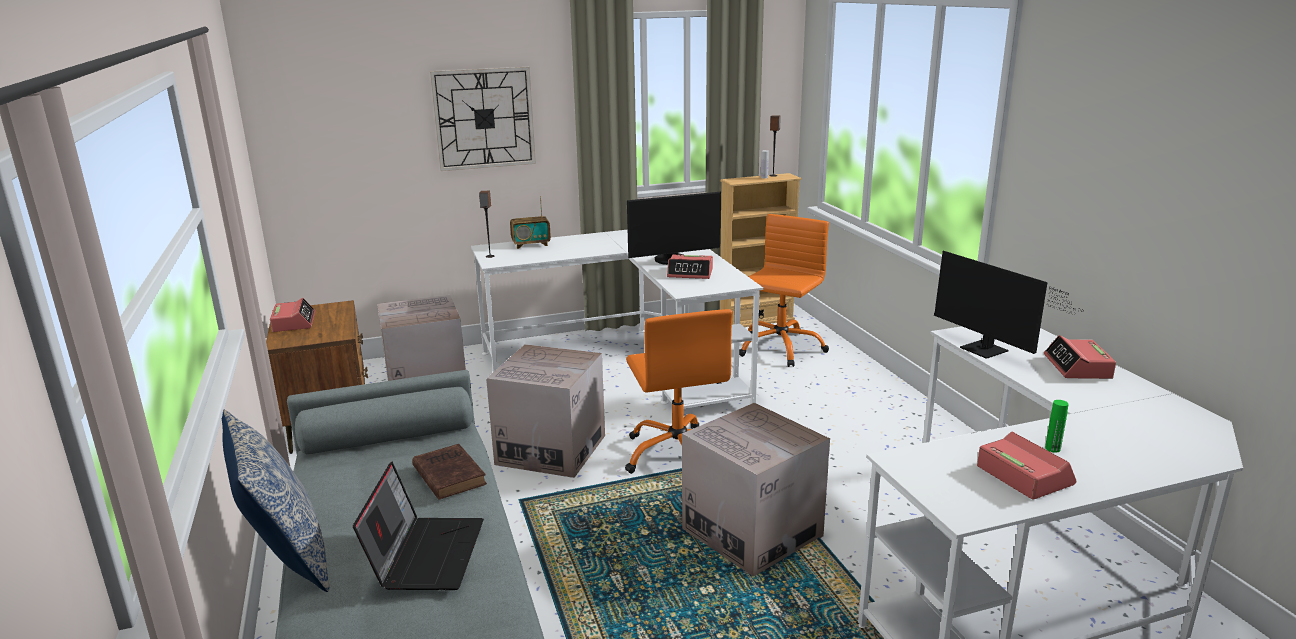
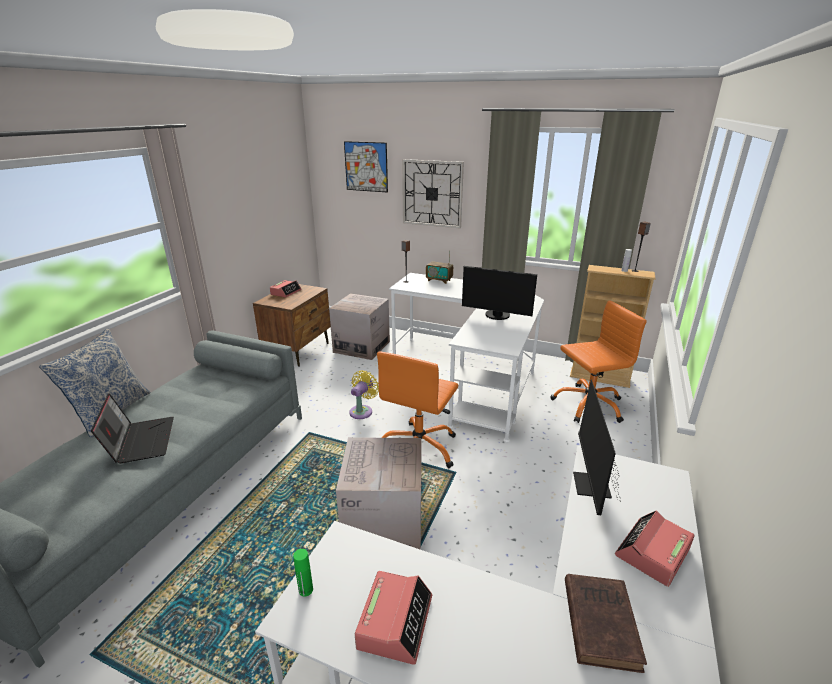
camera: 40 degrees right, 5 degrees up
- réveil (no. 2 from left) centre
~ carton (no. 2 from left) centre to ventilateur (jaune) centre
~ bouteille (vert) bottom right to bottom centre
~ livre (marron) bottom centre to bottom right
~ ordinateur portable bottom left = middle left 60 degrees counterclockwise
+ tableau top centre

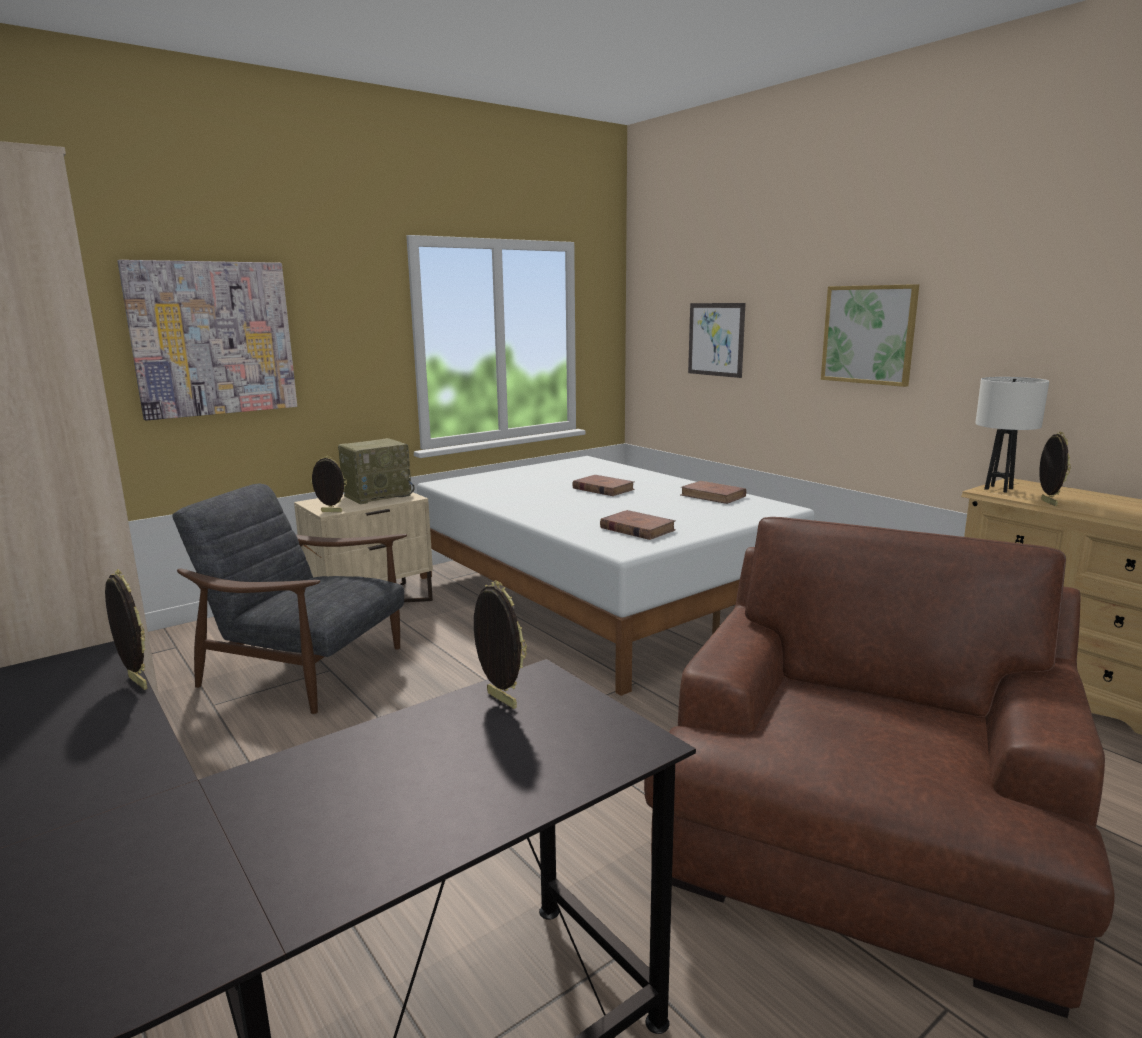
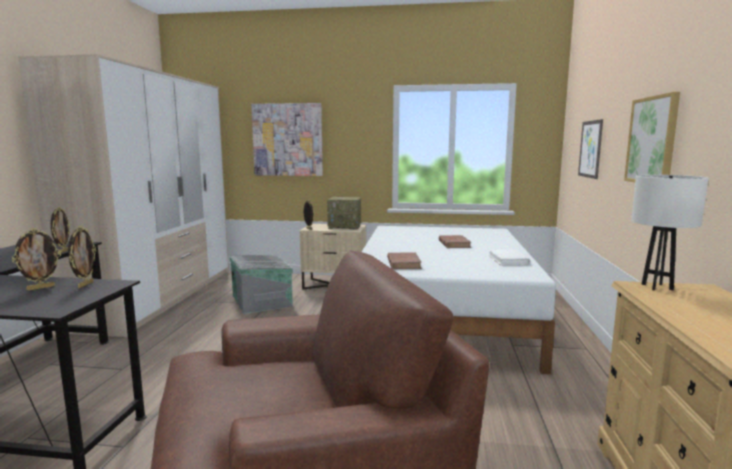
camera: 45 degrees right, 5 degrees down
~ cadre photo (no. 4 from left in the first image) middle right to cadre photo (no. 1 from left) middle left
~ livre (marron) (no. 3 from left) centre to livre (blanc) middle right
~ fauteuil (gris) middle left to boîte de rangement (gris) centre

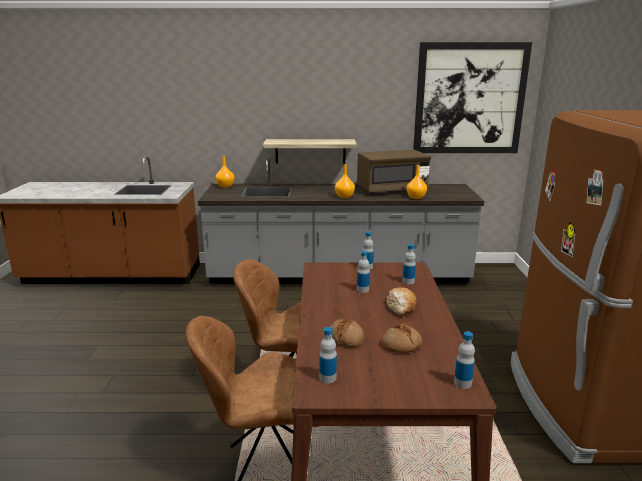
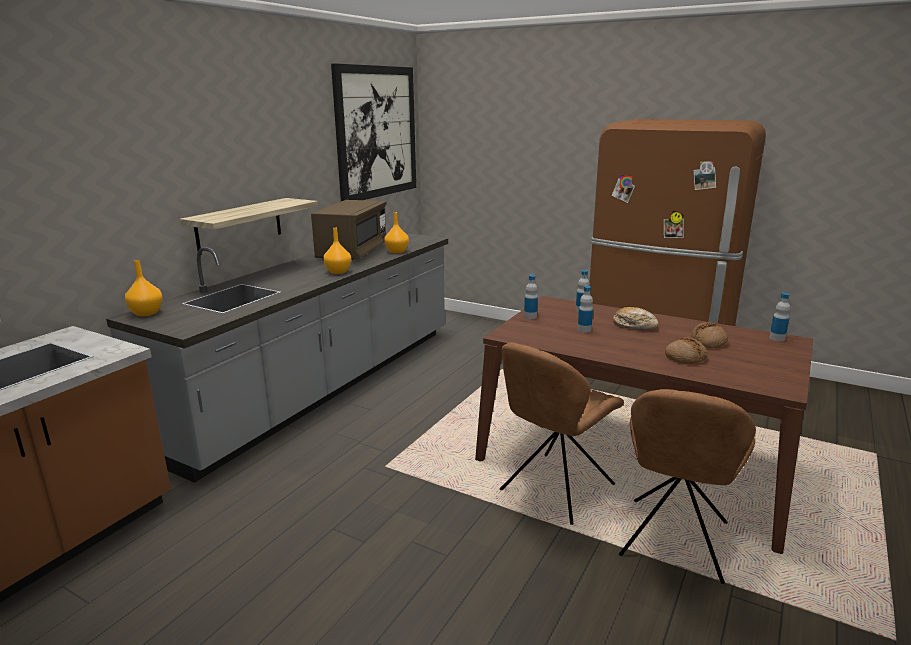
camera: 60 degrees left, 0 degrees up
- bouteille (no. 1 from left) bottom centre

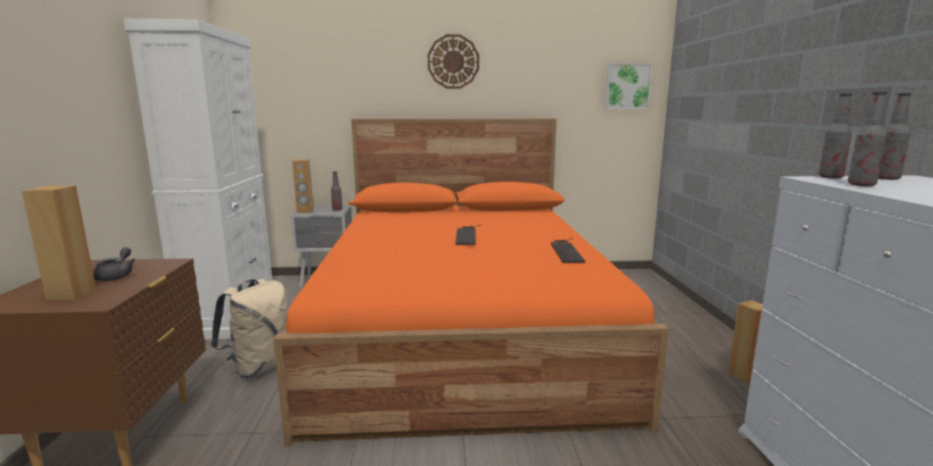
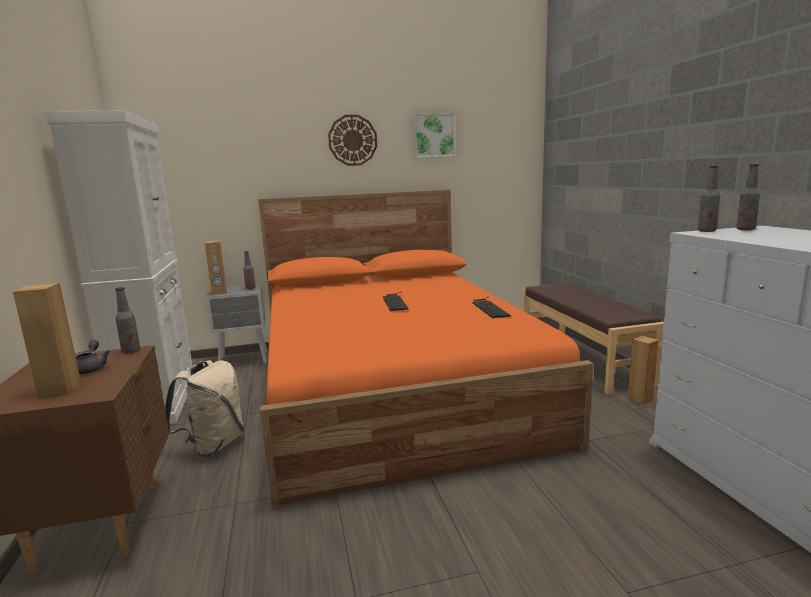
camera: 10 degrees left, 0 degrees up
~ tableau top right to top centre
~ bouteille (no. 3 from left in the first image) top right to bouteille (no. 1 from left) middle left
+ banc (marron) middle right

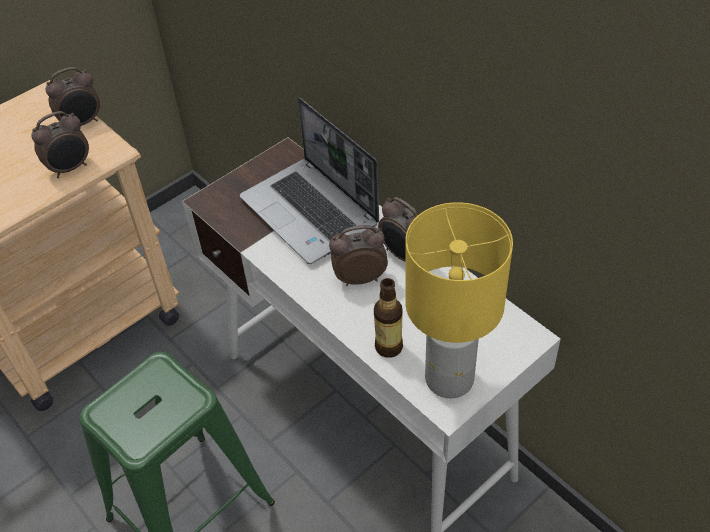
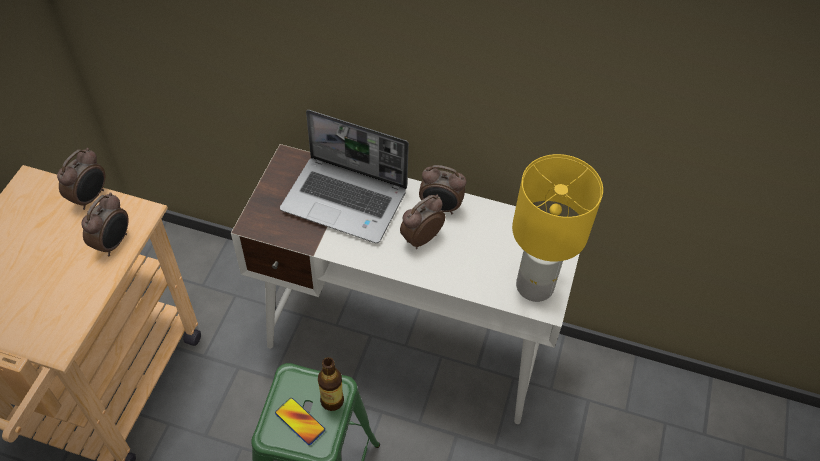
camera: 35 degrees left, 5 degrees up
~ bouteille centre to bottom centre
+ téléphone bottom centre

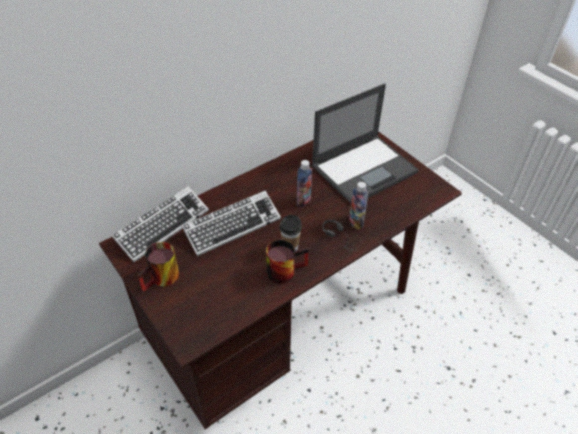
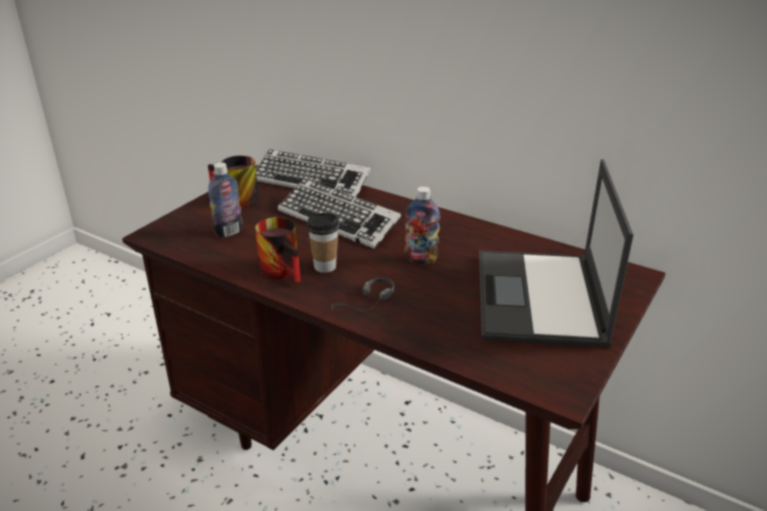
camera: 70 degrees right, 15 degrees down
~ ordinateur portable top centre = middle right 60 degrees clockwise
~ bouteille (no. 2 from left in the first image) centre to bouteille (no. 1 from left) middle left

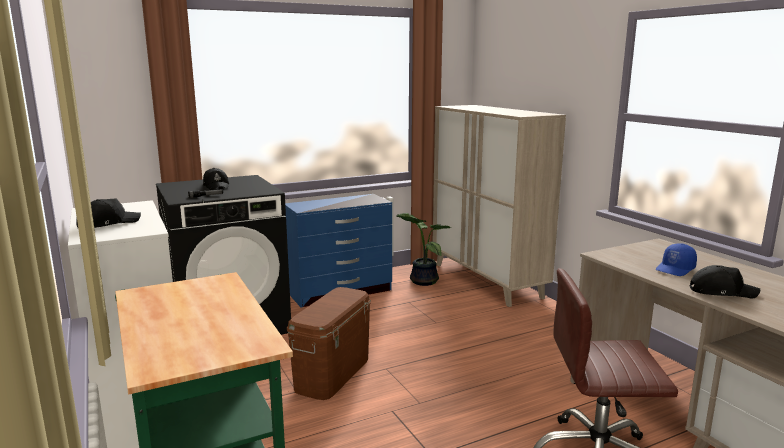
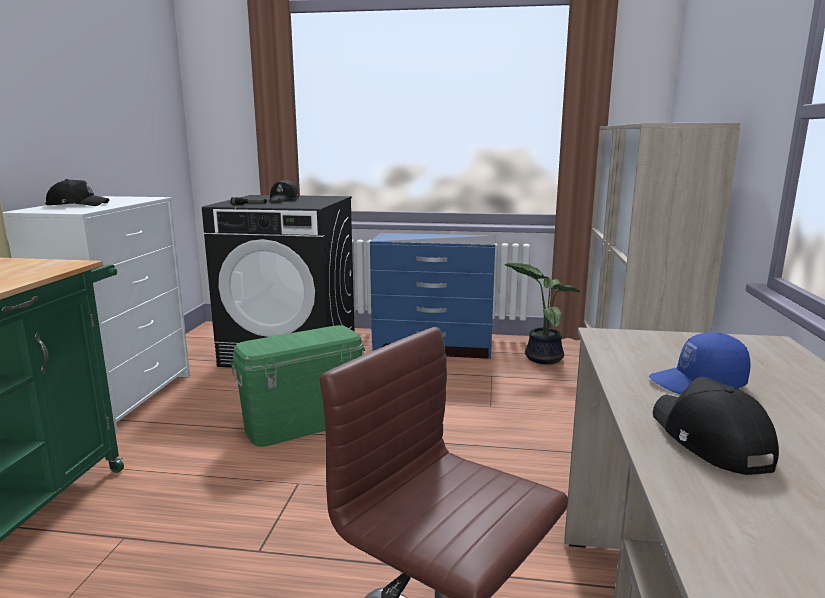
camera: 35 degrees right, 0 degrees up
~ casquette (noir) (no. 3 from left) middle right = bottom right 150 degrees counterclockwise
~ boîte de rangement (marron) bottom centre to boîte de rangement (vert) centre

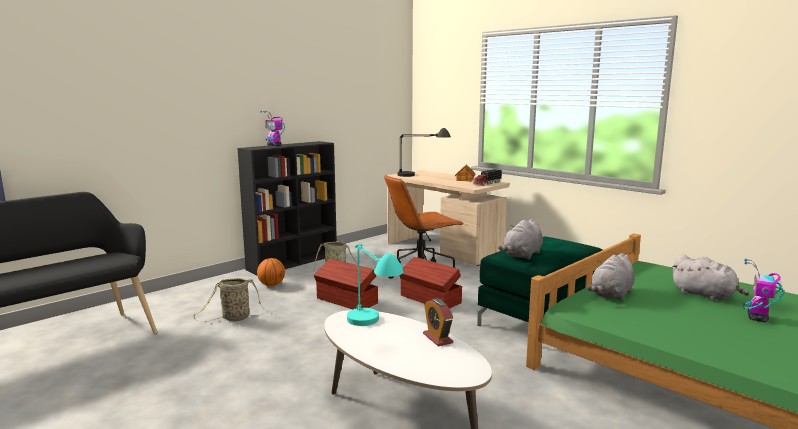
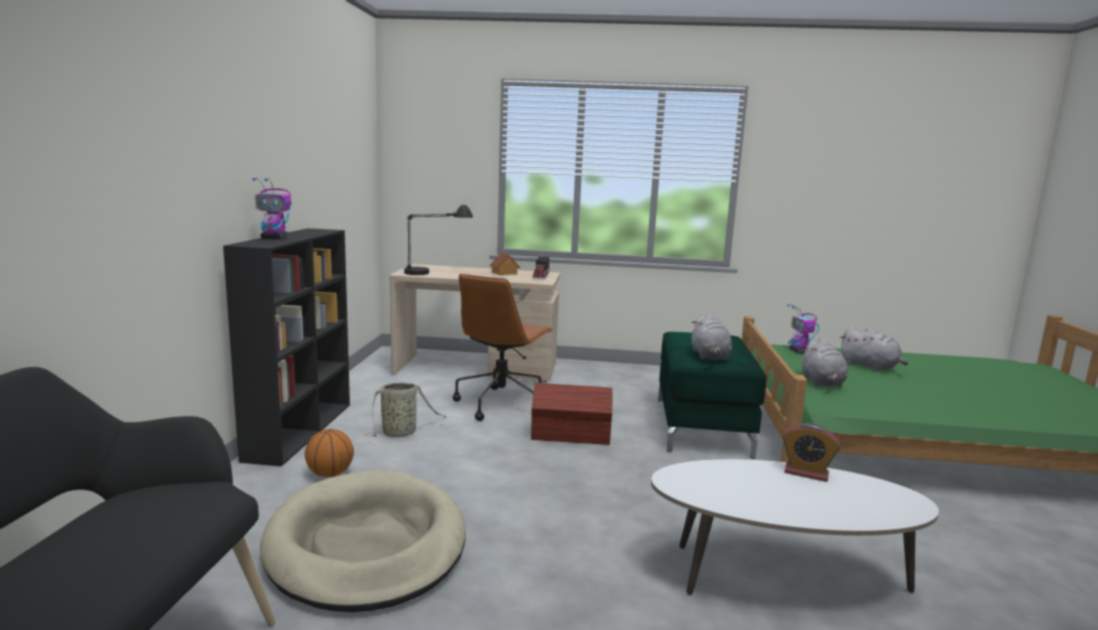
camera: 40 degrees left, 0 degrees up
- lampe de table (turquoise) centre
~ peluche (gris) (no. 3 from left) middle right = middle right 45 degrees clockwise
- boîte de rangement (marron) (no. 1 from left) centre
~ robot jouet (no. 2 from left) bottom right to middle right
~ panier (no. 1 from left) bottom left to panier pour chien (beige) bottom left

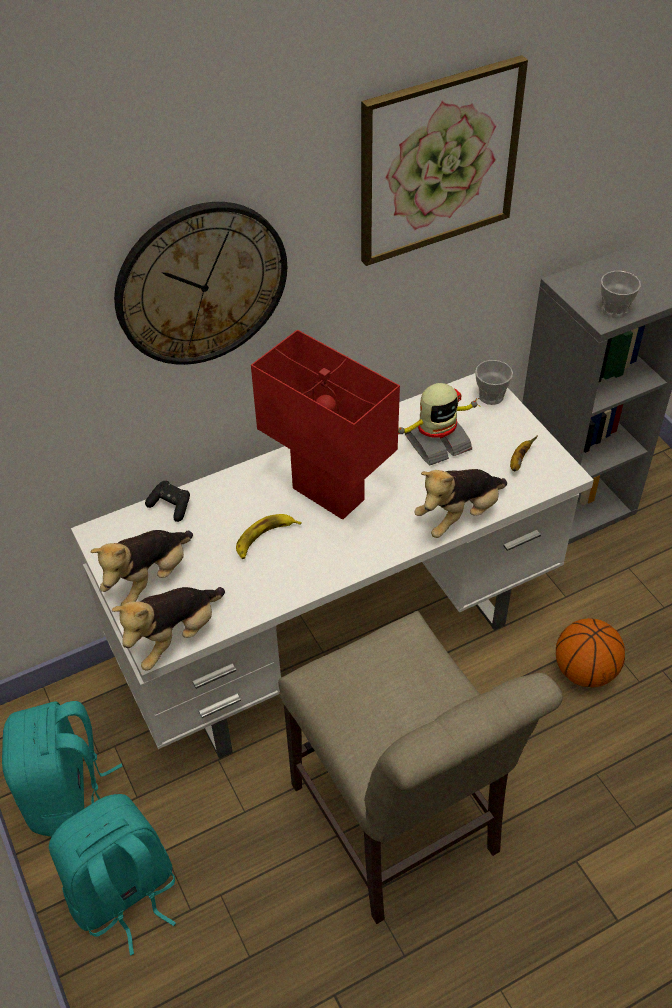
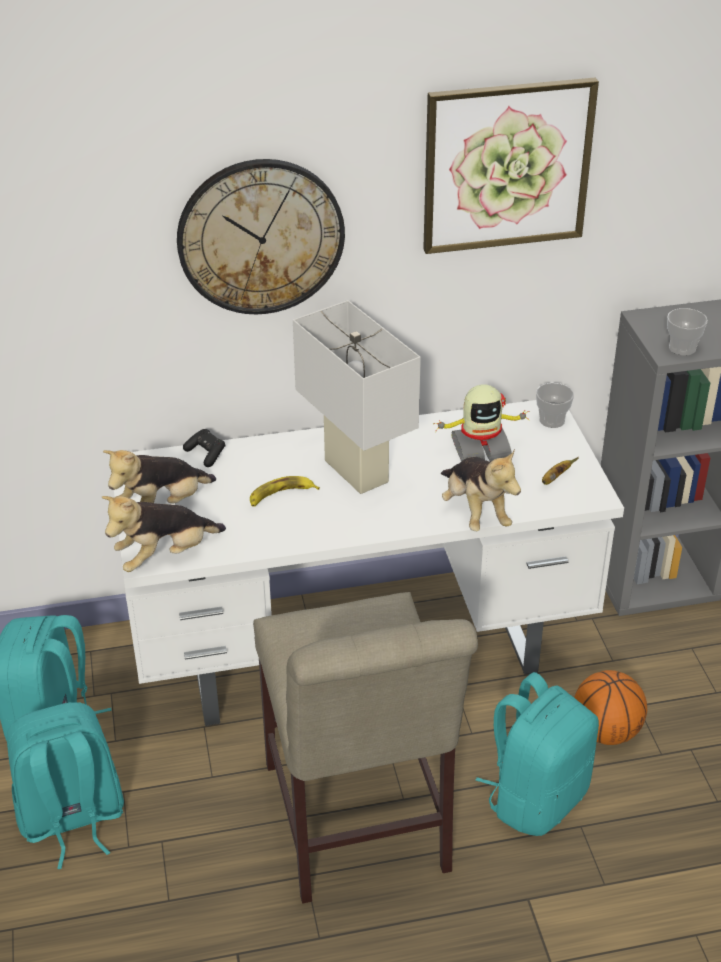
camera: 15 degrees right, 10 degrees down
~ lampe de table (rouge) centre to lampe de table (blanc) centre
~ peluche (no. 3 from left) middle right = middle right 90 degrees counterclockwise
+ sac à dos (turquoise) (no. 3 from left) bottom right

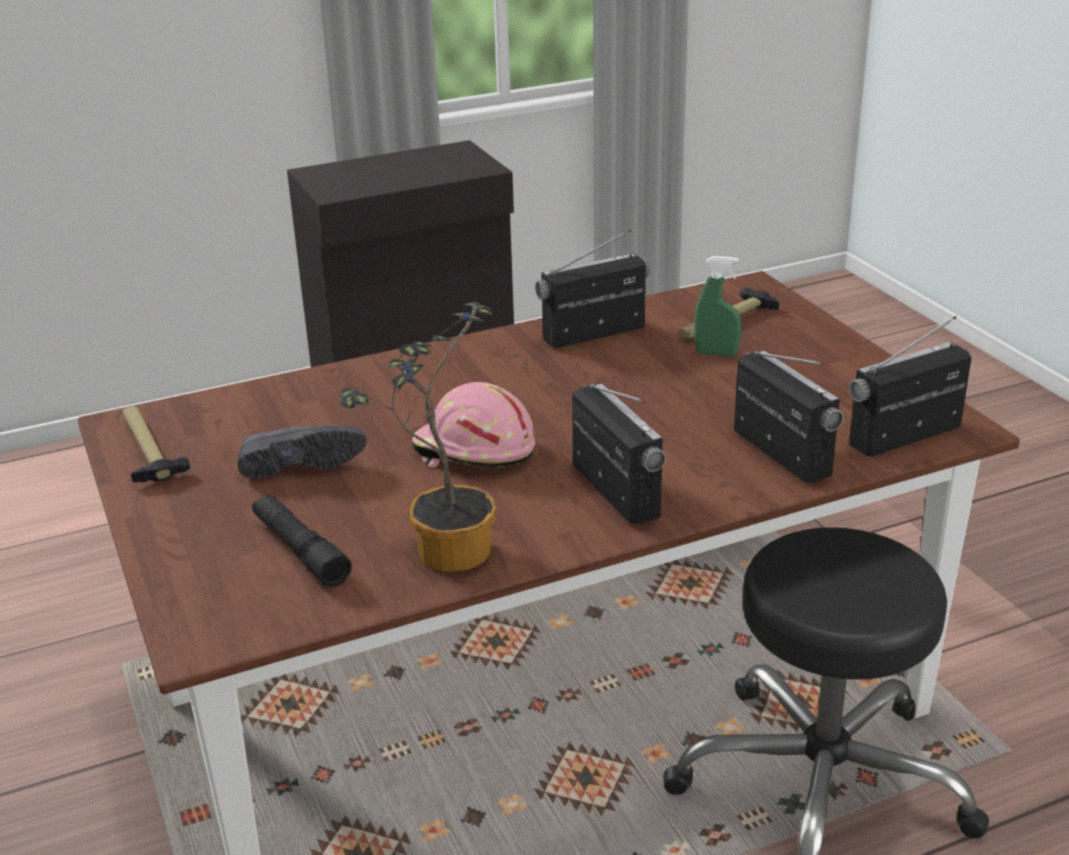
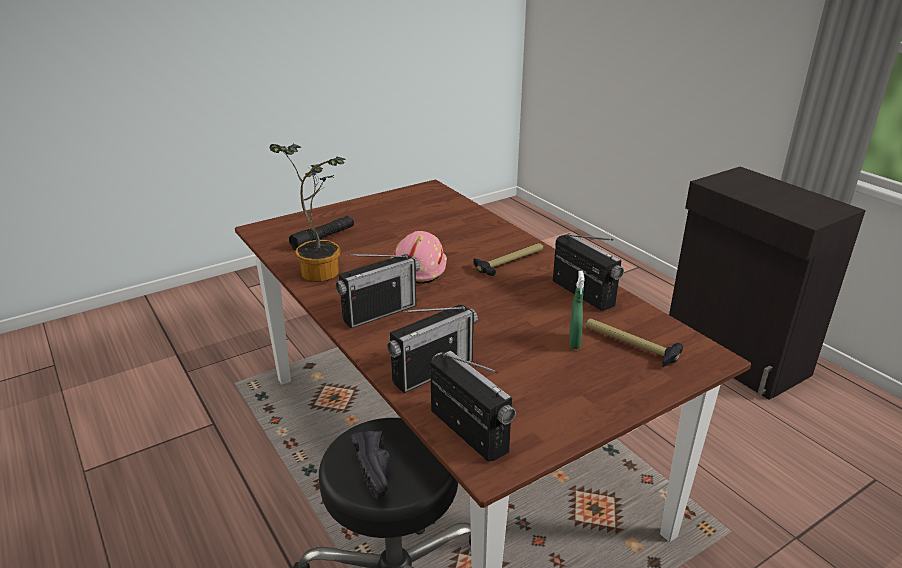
camera: 80 degrees right, 0 degrees up
~ marteau (no. 1 from left) middle left to centre
~ chaussure (noir) middle left to bottom centre

